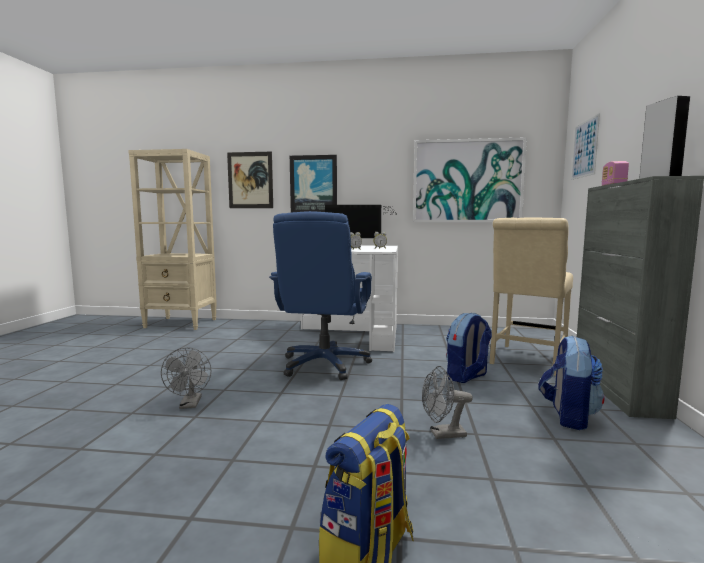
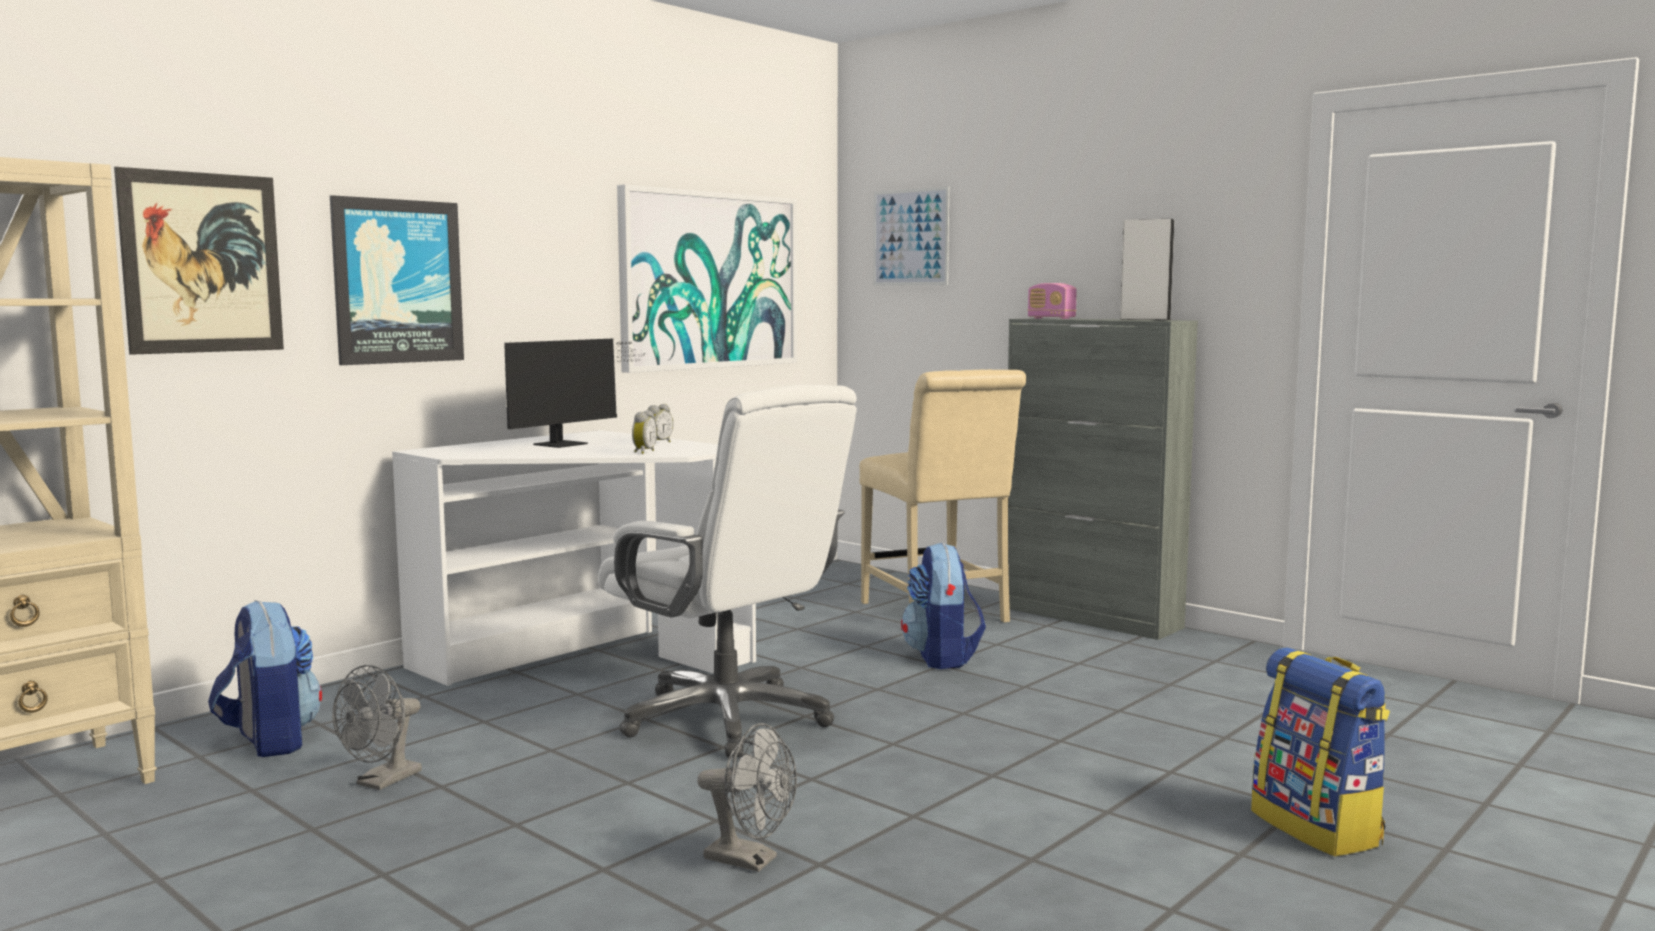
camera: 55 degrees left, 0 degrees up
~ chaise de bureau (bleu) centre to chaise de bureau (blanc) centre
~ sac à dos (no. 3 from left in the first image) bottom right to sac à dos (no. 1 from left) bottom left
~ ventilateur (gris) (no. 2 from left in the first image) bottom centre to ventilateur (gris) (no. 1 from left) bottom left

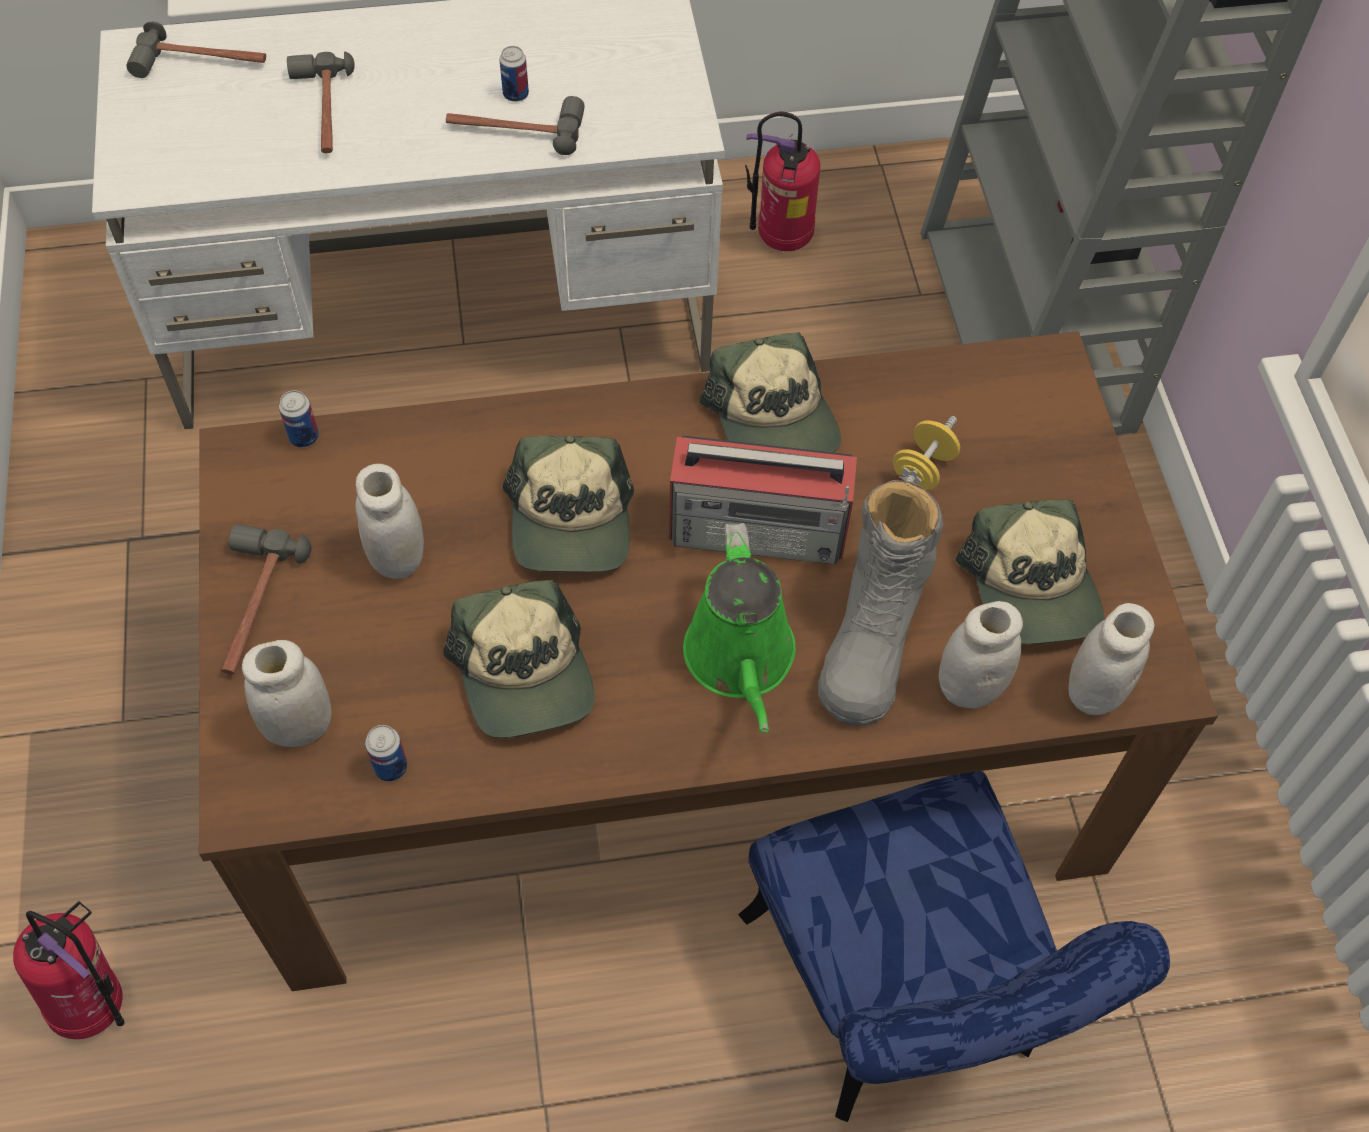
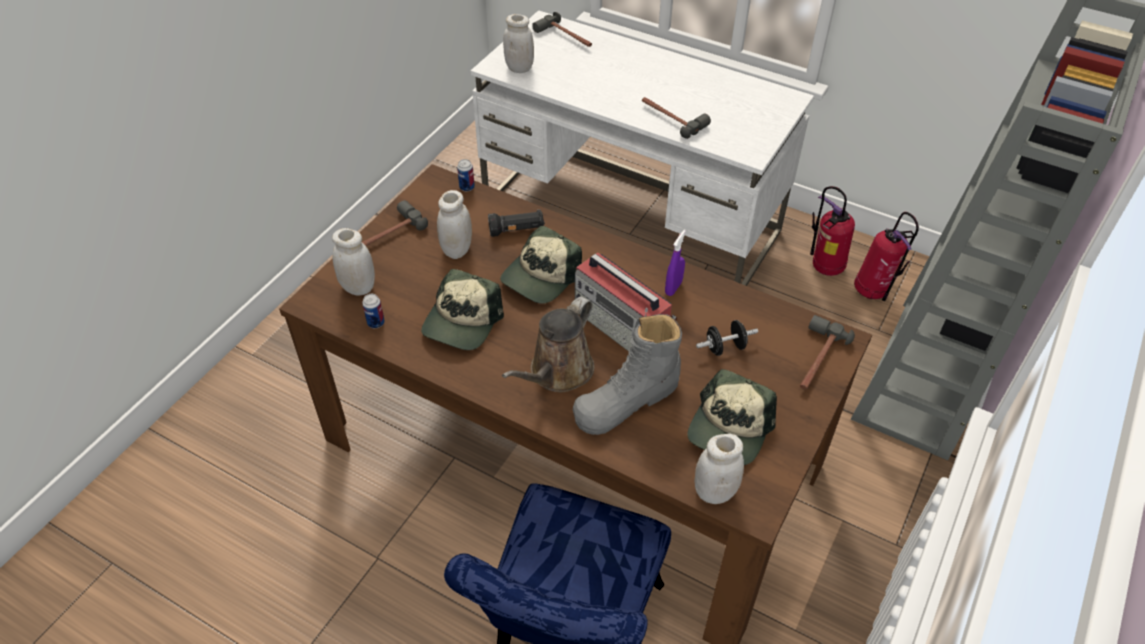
camera: 40 degrees right, 10 degrees down
- boîte métallique (no. 3 from left) top centre
~ marteau (no. 3 from left in the first image) top left to marteau (no. 4 from left) middle right
~ casquette (no. 3 from left) centre to vaporisateur (violet) centre
~ haltère (jaune) middle right to haltère (noir) centre
~ arrosoir (vert) centre to arrosoir (marron) centre
~ bocal (blanc) (no. 3 from left) middle right to top centre
~ extincteur (no. 1 from left in the first image) bottom left to extincteur (no. 2 from left) middle right
+ lampe de poche (noir) centre

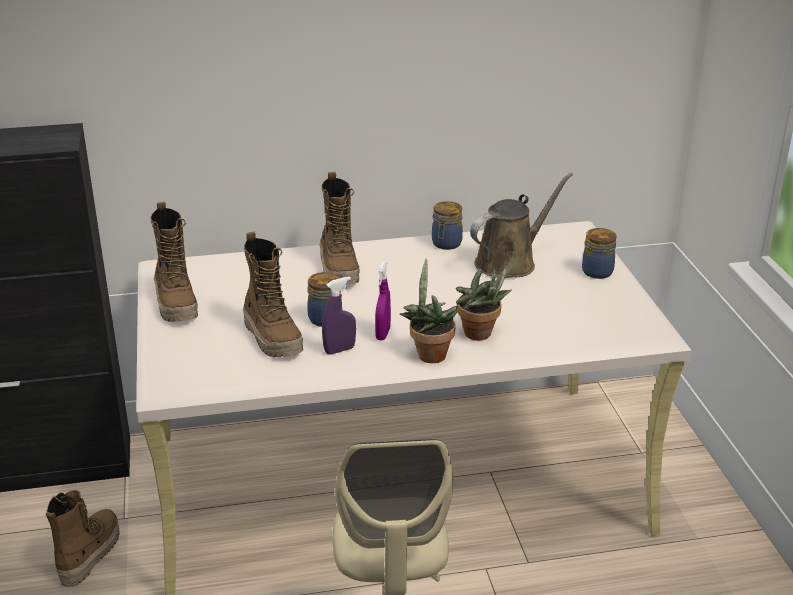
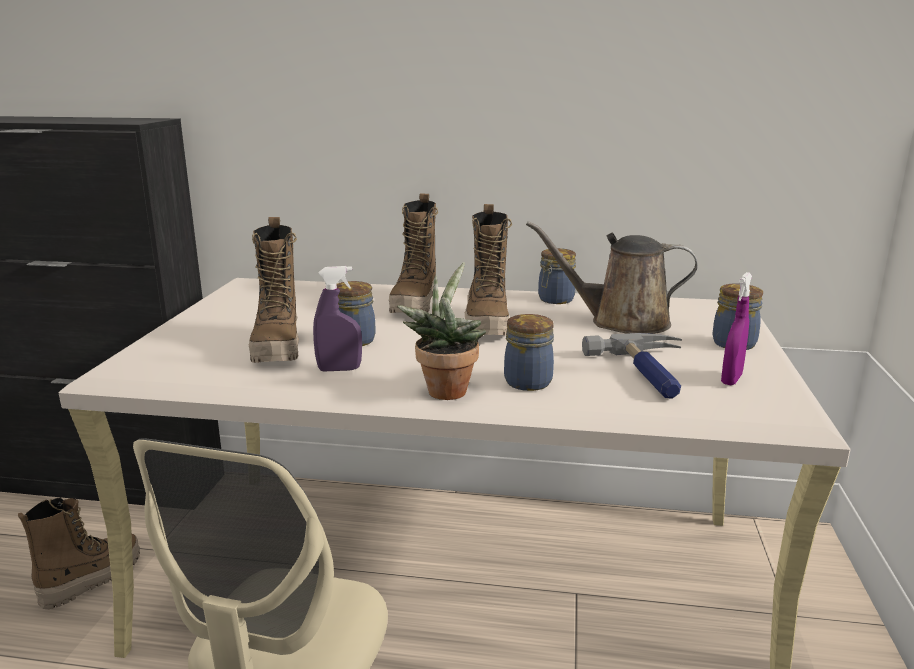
camera: 20 degrees right, 10 degrees down
~ arrosoir (marron) centre = middle right 150 degrees counterclockwise
~ botte (no. 2 from left in the first image) middle left to botte (no. 4 from left) centre
~ vaporisateur (violet) (no. 2 from left) centre to middle right
~ plante en pot (no. 2 from left) centre to bocal (no. 2 from left) centre
+ marteau middle right

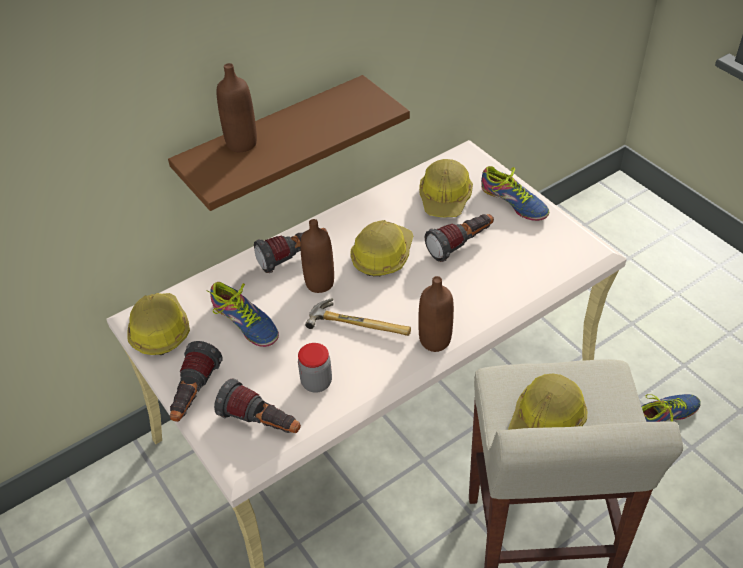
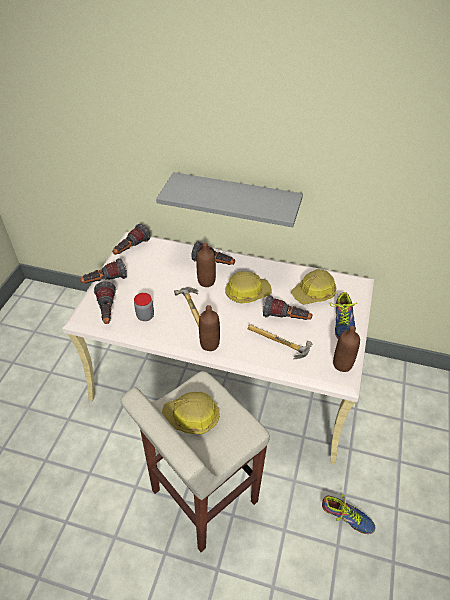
camera: 50 degrees right, 0 degrees up
~ bouteille (marron) (no. 1 from left in the first image) top left to bouteille (marron) (no. 3 from left) middle right
~ étagère (marron) top centre to étagère (gris) top centre
- chaussure (no. 1 from left) middle left
~ casque de chantier (no. 1 from left) middle left to lampe de poche (no. 3 from left) middle left
+ marteau (no. 2 from left) centre

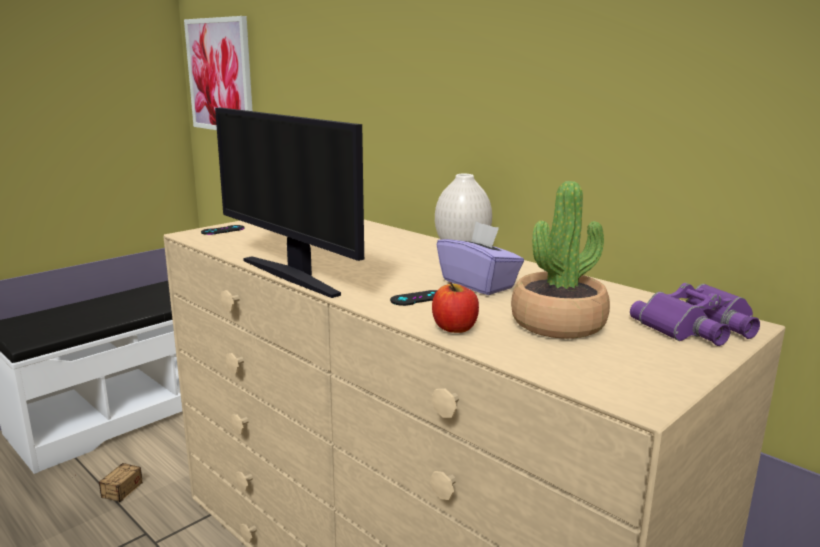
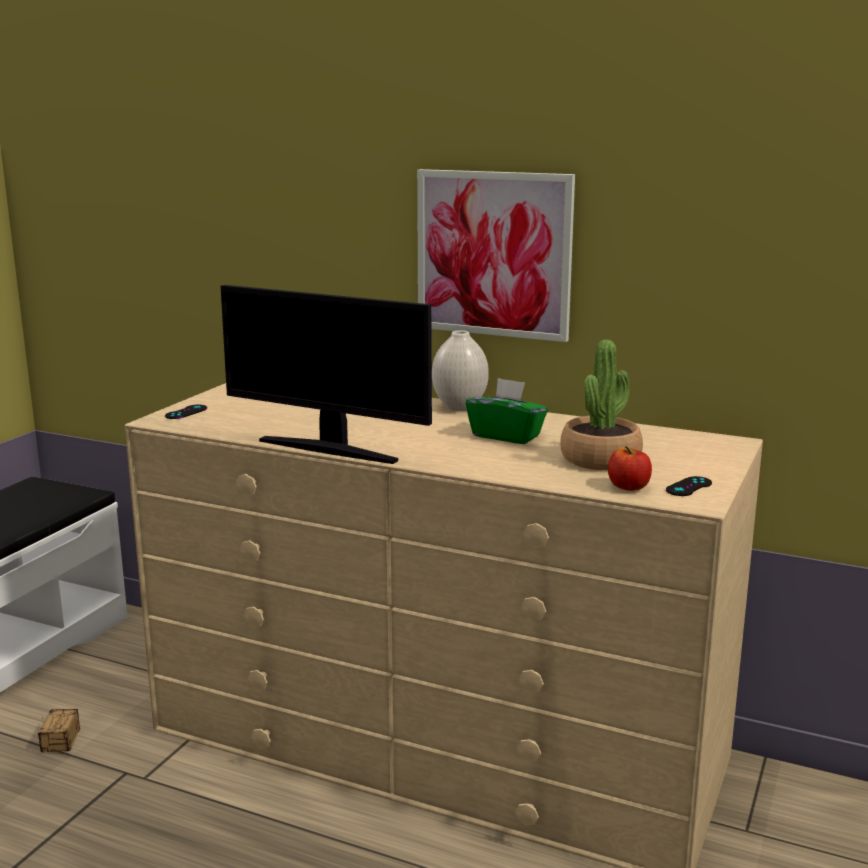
camera: 20 degrees left, 0 degrees up
~ tableau top left to top centre
~ boîte à mouchoirs (violet) centre to boîte à mouchoirs (vert) centre
~ pomme centre to middle right
- jumelles (violet) middle right
~ manette (noir) (no. 2 from left) centre to middle right

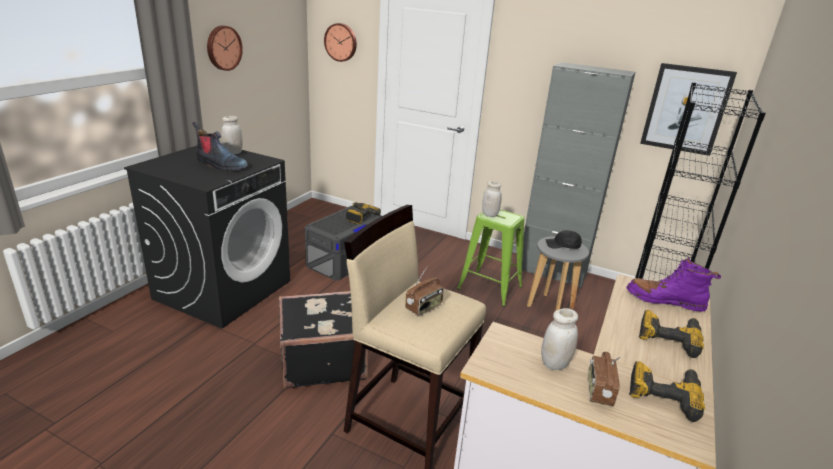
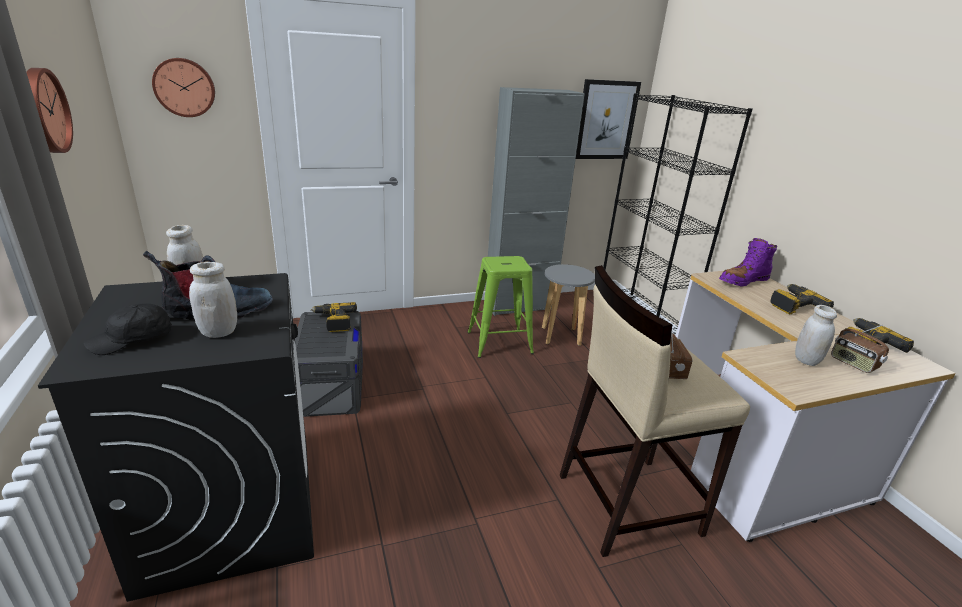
camera: 45 degrees left, 0 degrees up
~ bocal (blanc) (no. 2 from left) centre to middle left
~ casquette (noir) middle right to middle left
- valise (noir) bottom centre

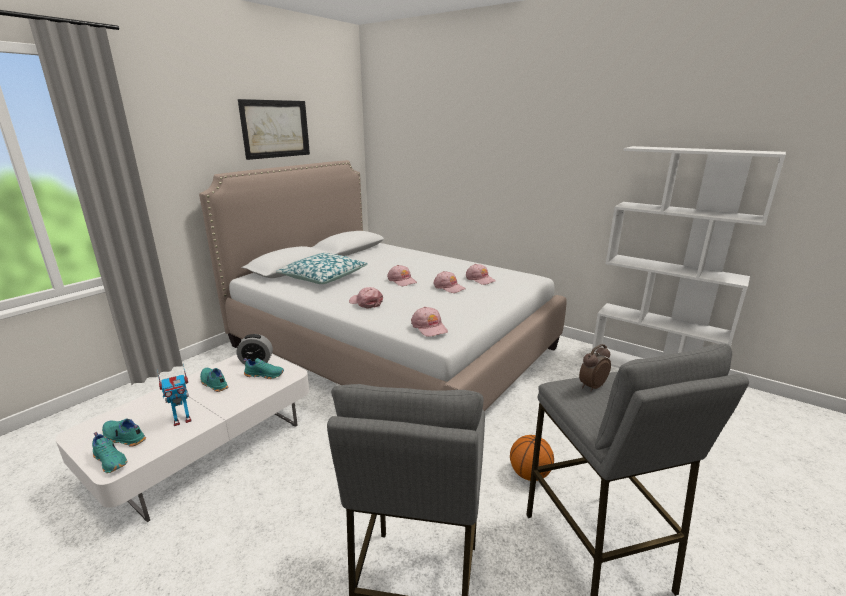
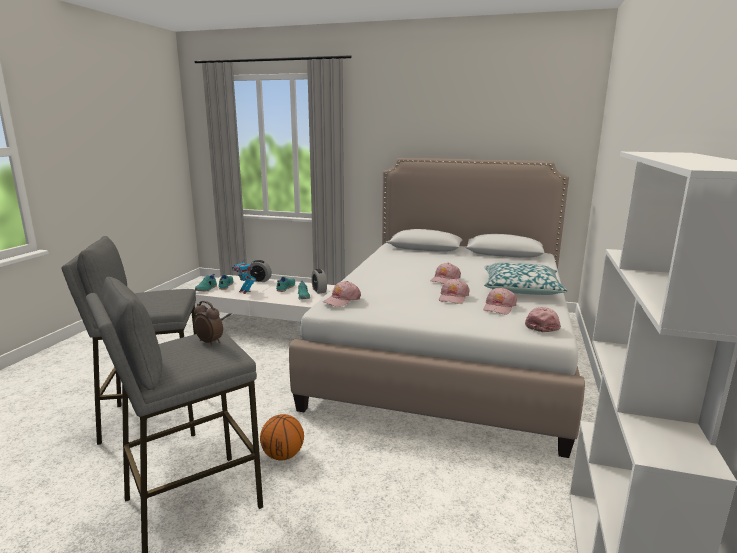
camera: 70 degrees right, 5 degrees down
- tableau top left
~ coussin centre to middle right
~ casquette (rose) (no. 1 from left in the first image) centre to casquette (rose) (no. 5 from left) middle right
+ réveil (no. 2 from left) centre

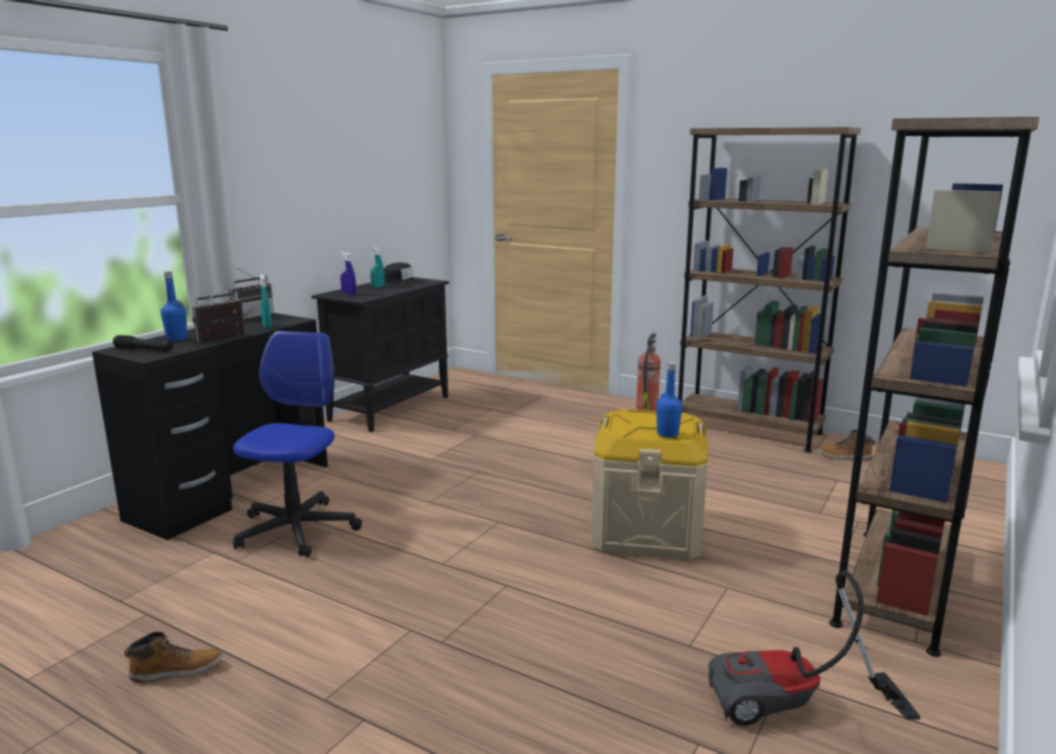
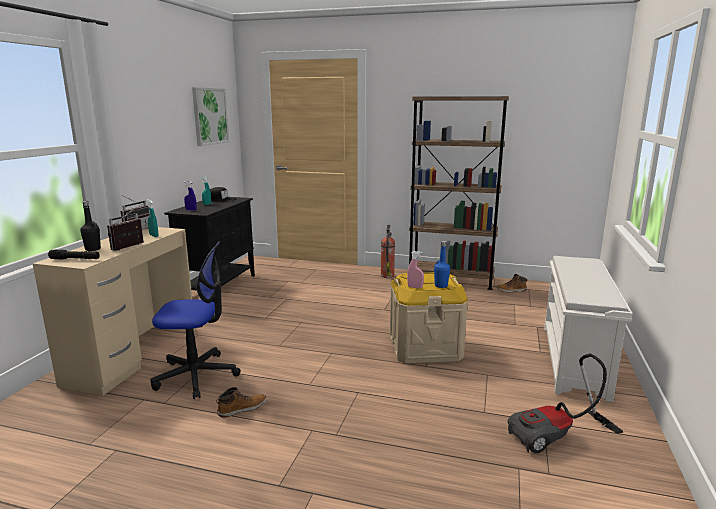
camera: 15 degrees left, 0 degrees up
~ bibliothèque (marron) (no. 2 from left) middle right to étagère à chaussures (blanc) middle right
~ bouteille (bleu) (no. 1 from left) middle left to bouteille (noir) middle left
~ bureau (noir) middle left to bureau (beige) middle left
~ chaise de bureau middle left = middle left 90 degrees clockwise
~ botte (no. 1 from left) bottom left to bottom centre
+ tableau top left
+ vaporisateur (rose) centre

